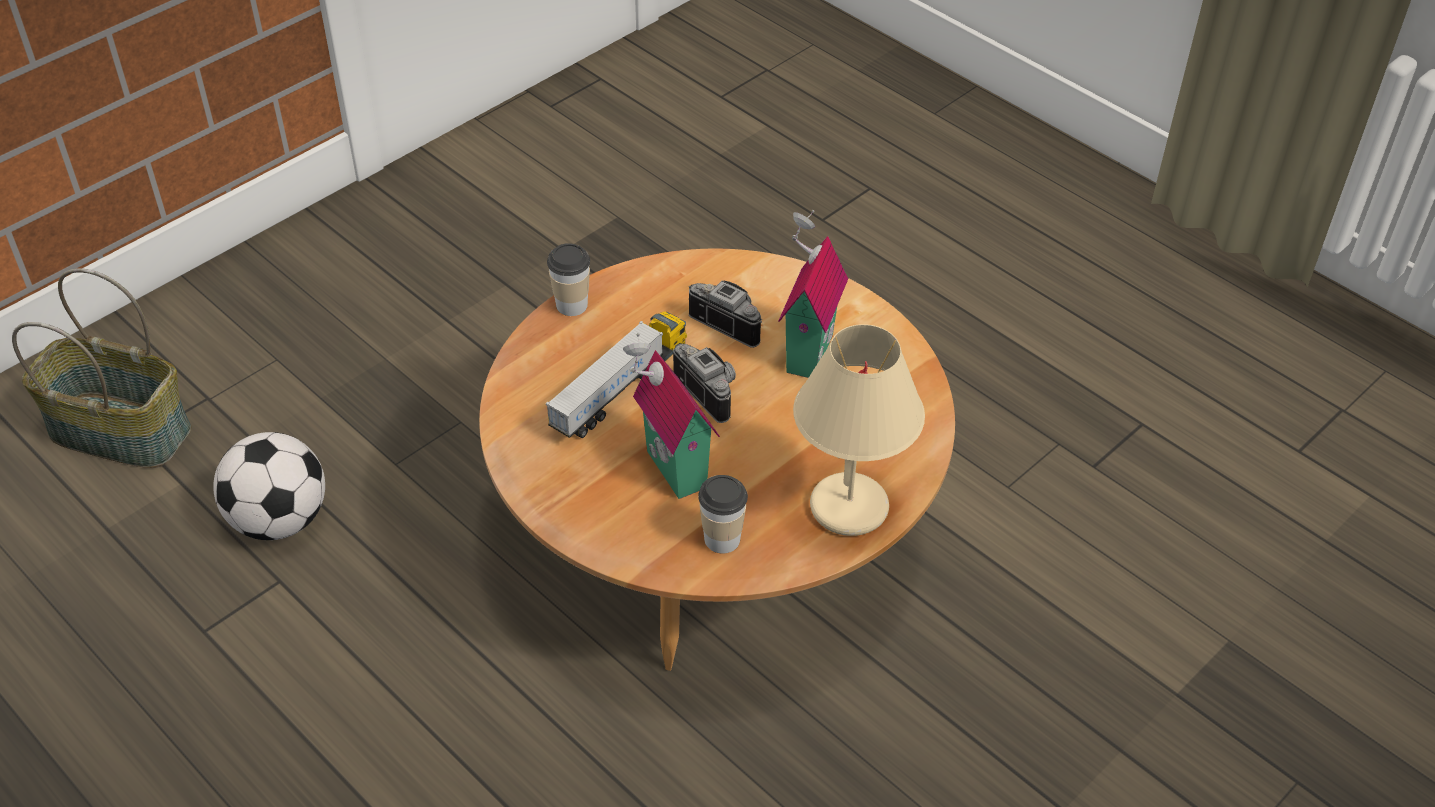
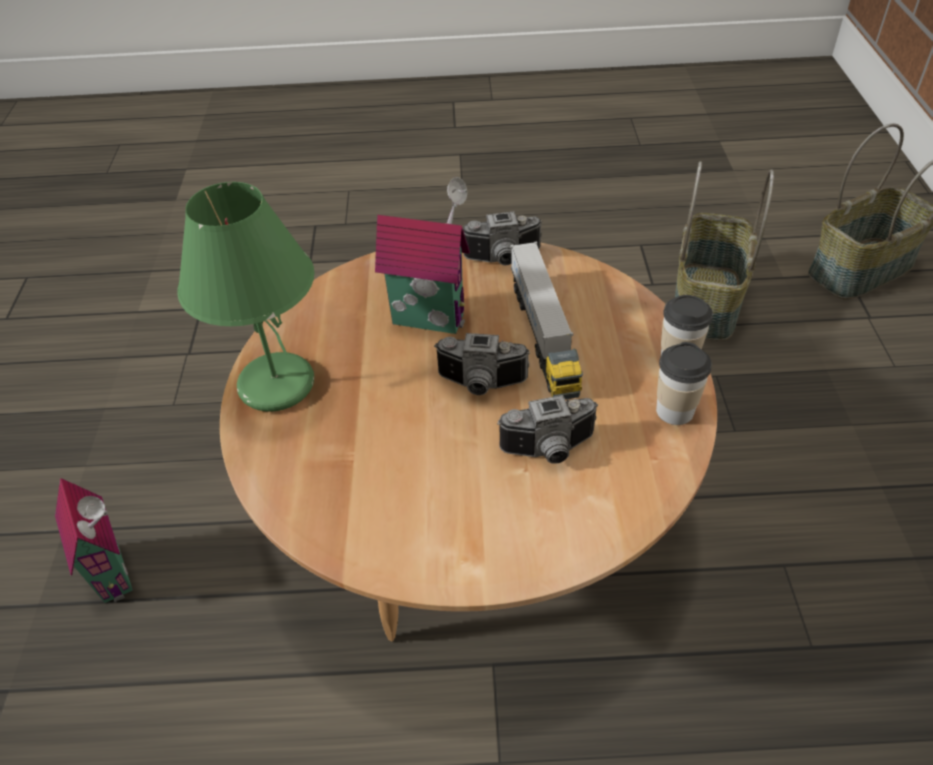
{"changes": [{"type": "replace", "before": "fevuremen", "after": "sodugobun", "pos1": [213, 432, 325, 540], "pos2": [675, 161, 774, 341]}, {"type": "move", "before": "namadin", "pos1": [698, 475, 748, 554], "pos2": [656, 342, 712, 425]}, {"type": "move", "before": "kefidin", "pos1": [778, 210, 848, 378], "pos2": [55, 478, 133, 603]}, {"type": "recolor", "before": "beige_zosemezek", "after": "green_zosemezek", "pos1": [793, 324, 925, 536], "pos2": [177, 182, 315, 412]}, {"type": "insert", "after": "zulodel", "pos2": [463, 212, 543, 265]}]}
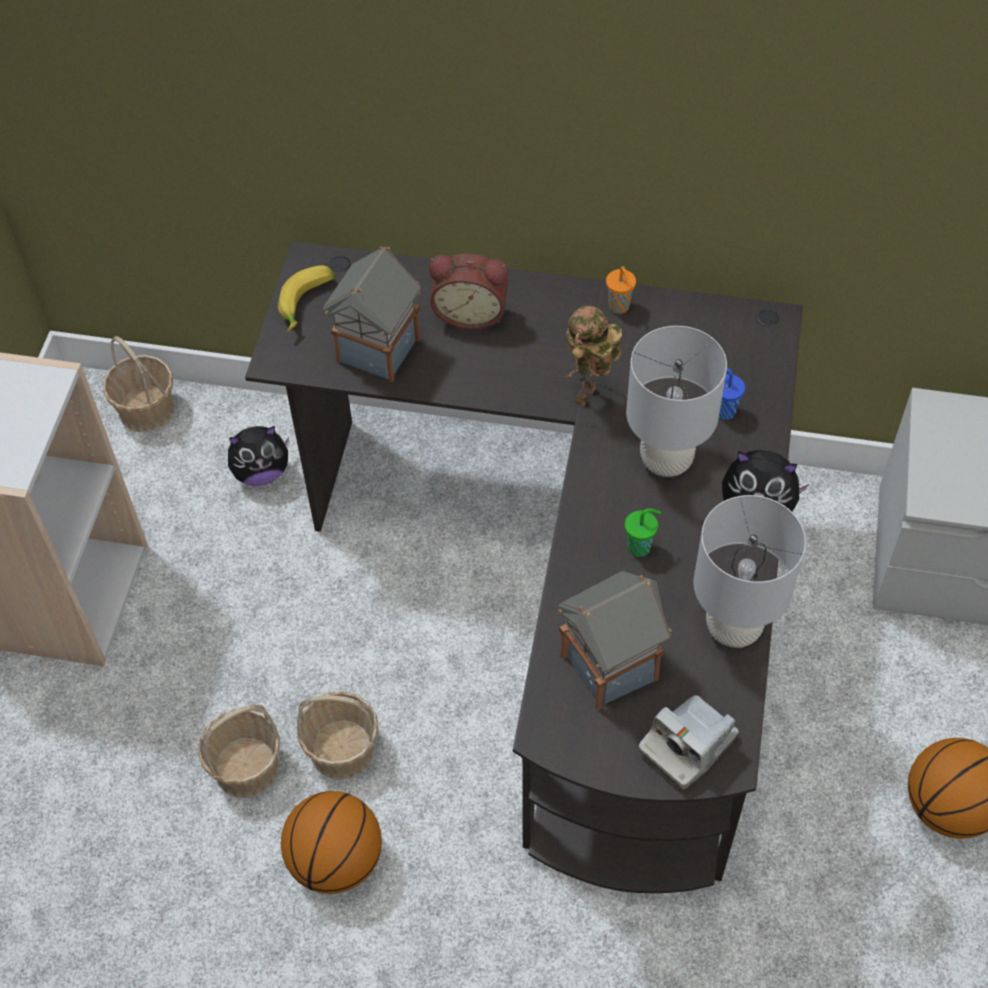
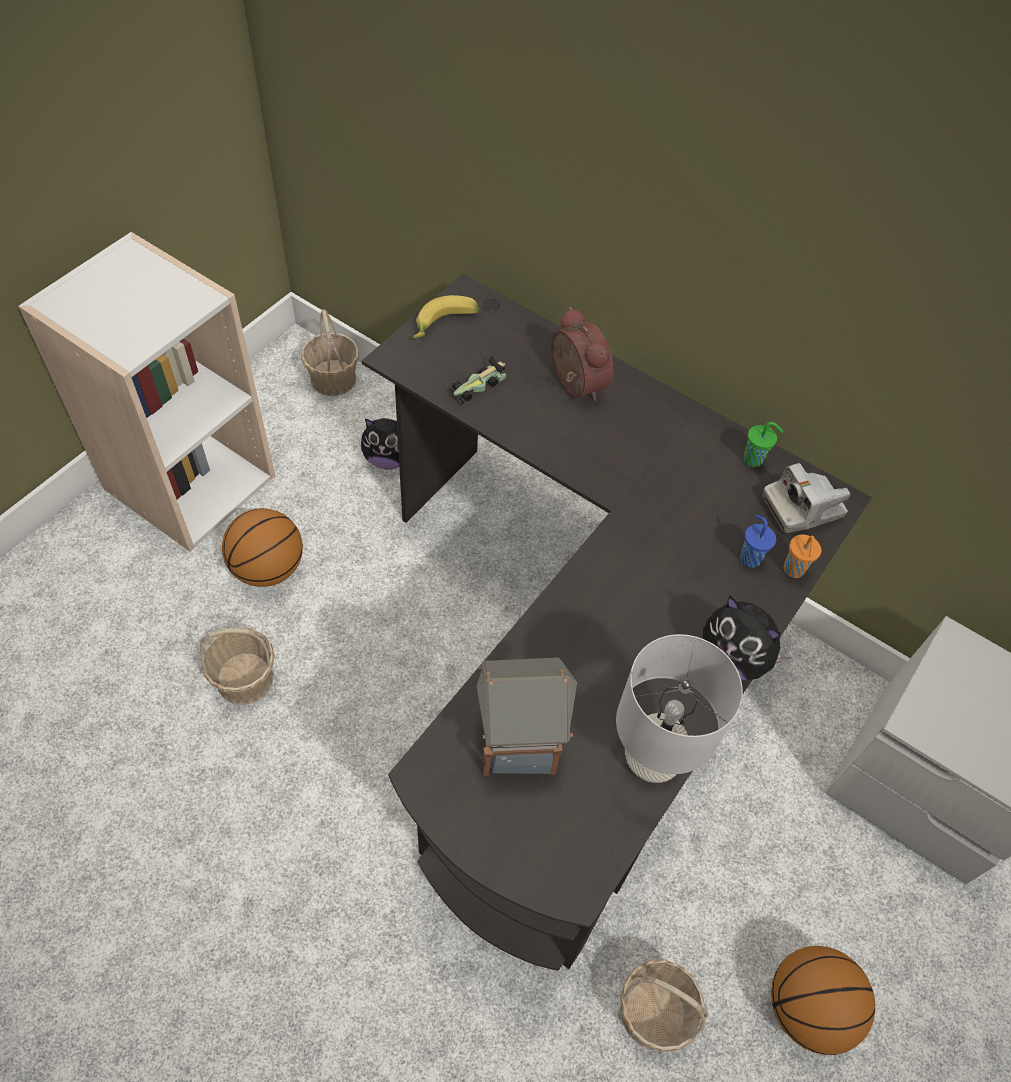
{"changes": [{"type": "move", "before": "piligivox", "pos1": [281, 791, 382, 894], "pos2": [222, 508, 303, 587]}, {"type": "move", "before": "sodugobun", "pos1": [297, 691, 378, 780], "pos2": [620, 959, 708, 1052]}, {"type": "replace", "before": "kefidin", "after": "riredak", "pos1": [323, 246, 421, 383], "pos2": [446, 355, 506, 406]}, {"type": "rotate", "before": "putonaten", "pos1": [429, 254, 508, 330], "pos2": [551, 307, 614, 401], "turn": -150}, {"type": "delete", "before": "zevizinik", "pos1": [566, 306, 622, 407]}, {"type": "move", "before": "orange_namadin", "pos1": [606, 267, 636, 314], "pos2": [783, 535, 821, 578]}, {"type": "move", "before": "green_namadin", "pos1": [625, 508, 661, 557], "pos2": [743, 422, 783, 467]}, {"type": "delete", "before": "grey_zosemezek", "pos1": [626, 326, 727, 477]}, {"type": "move", "before": "zulodel", "pos1": [638, 695, 739, 790], "pos2": [762, 463, 850, 533]}]}
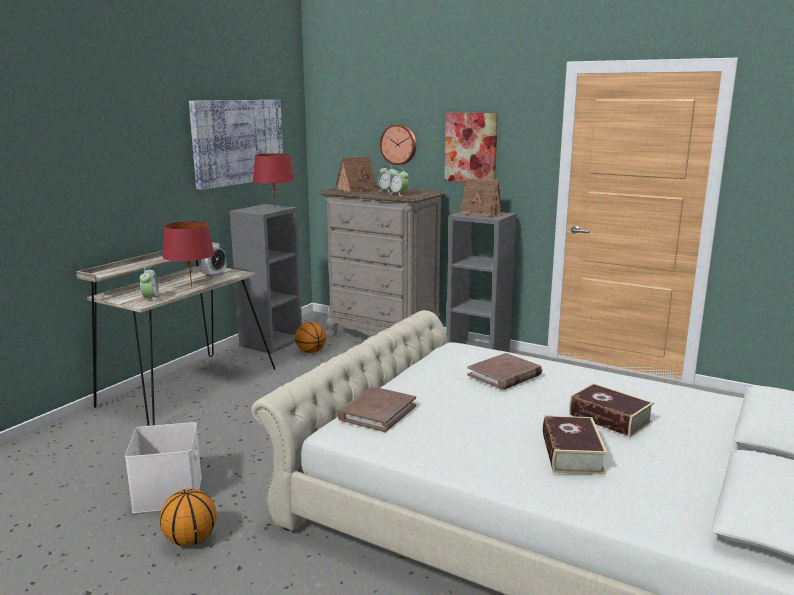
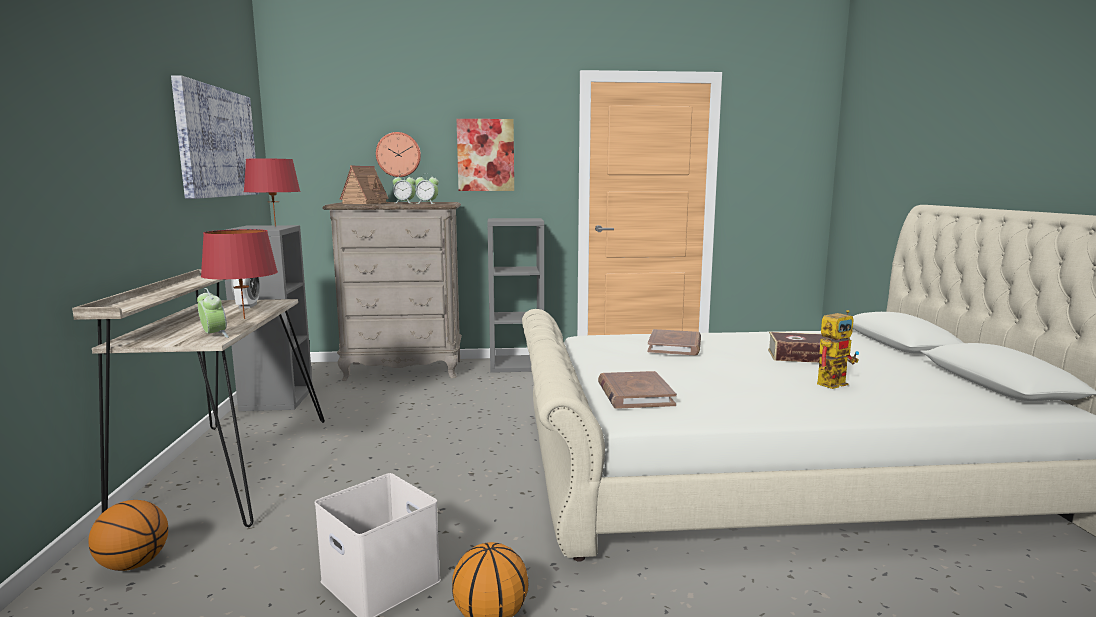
{"changes": [{"type": "move", "before": "piligivox", "pos1": [295, 322, 326, 353], "pos2": [88, 500, 168, 571]}, {"type": "delete", "before": "kefidin", "pos1": [460, 178, 507, 217]}, {"type": "replace", "before": "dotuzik", "after": "zevizinik", "pos1": [543, 416, 608, 475], "pos2": [817, 310, 859, 389]}]}
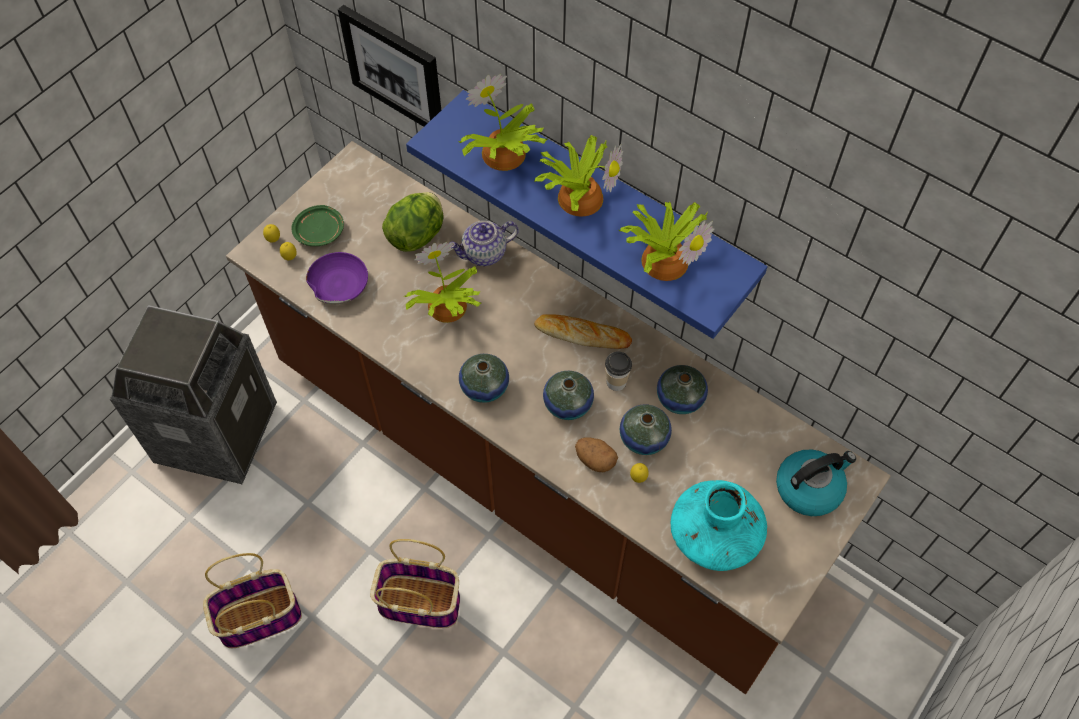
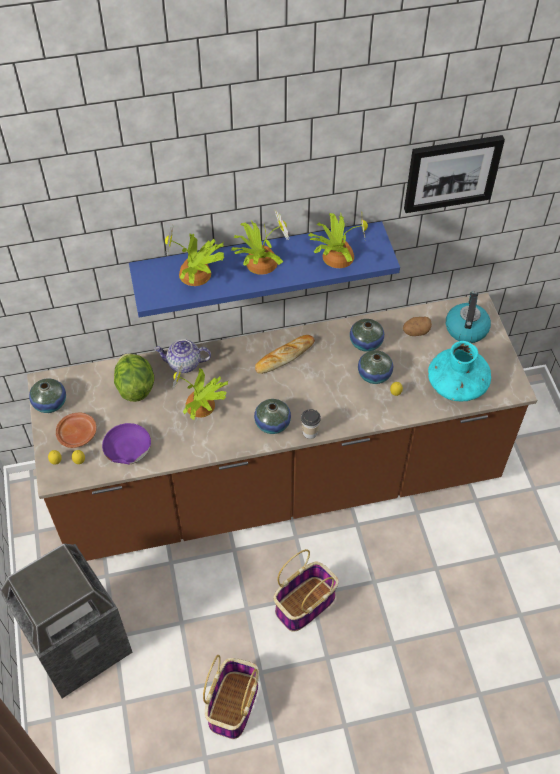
{"changes": [{"type": "recolor", "before": "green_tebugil", "after": "brown_tebugil", "pos1": [291, 205, 344, 246], "pos2": [56, 413, 97, 448]}, {"type": "move", "before": "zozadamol", "pos1": [338, 5, 441, 127], "pos2": [404, 135, 505, 213]}, {"type": "rotate", "before": "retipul", "pos1": [448, 221, 519, 266], "pos2": [154, 339, 211, 373], "turn": 75}, {"type": "move", "before": "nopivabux", "pos1": [543, 371, 594, 420], "pos2": [29, 378, 66, 413]}, {"type": "move", "before": "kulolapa", "pos1": [575, 437, 618, 472], "pos2": [403, 317, 432, 336]}, {"type": "move", "before": "namadin", "pos1": [605, 352, 632, 391], "pos2": [301, 409, 321, 439]}]}
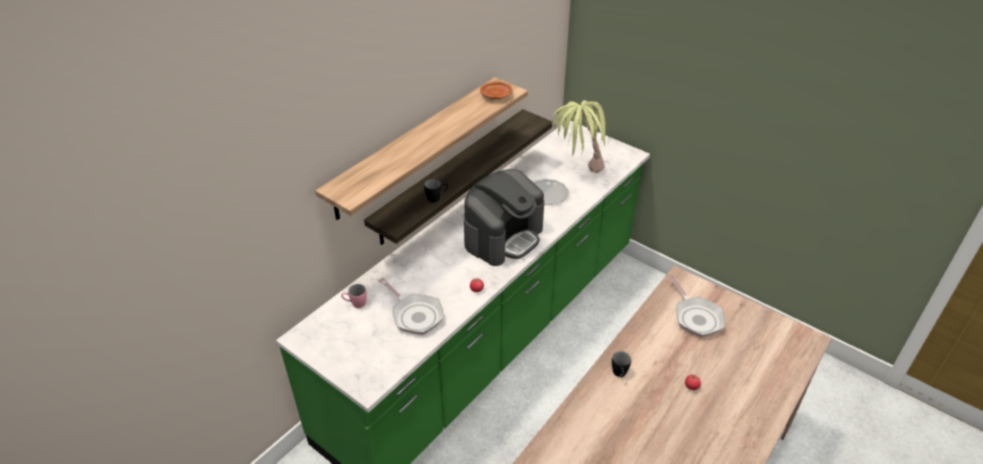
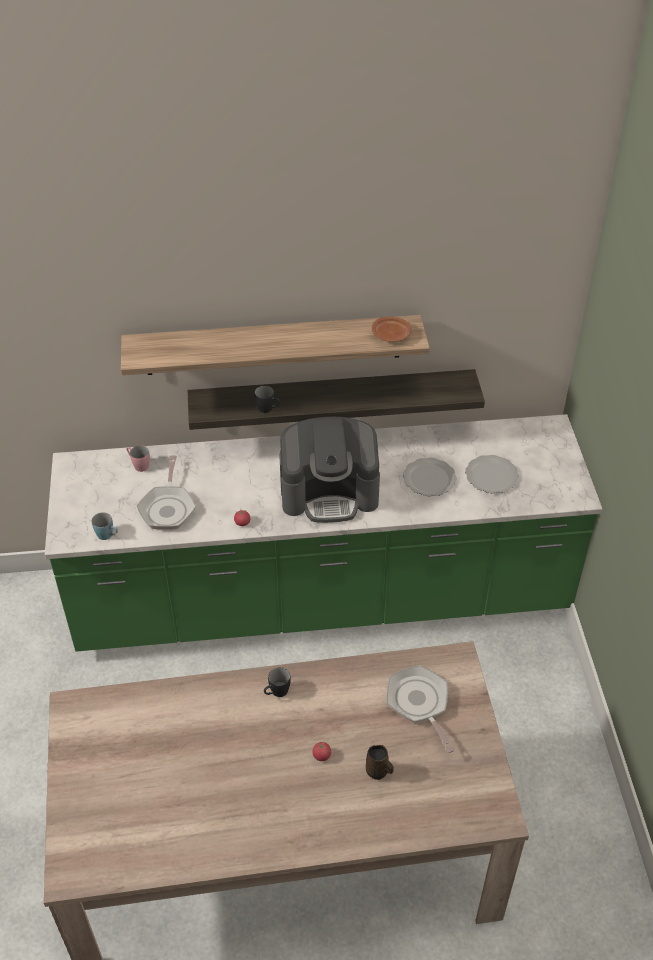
{"changes": [{"type": "replace", "before": "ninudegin", "after": "tebugil", "pos1": [551, 100, 608, 173], "pos2": [465, 455, 519, 493]}, {"type": "rotate", "before": "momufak", "pos1": [667, 274, 725, 337], "pos2": [387, 665, 455, 753], "turn": 135}, {"type": "insert", "after": "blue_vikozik", "pos2": [92, 512, 118, 540]}, {"type": "insert", "after": "brown_vikozik", "pos2": [366, 745, 394, 780]}]}
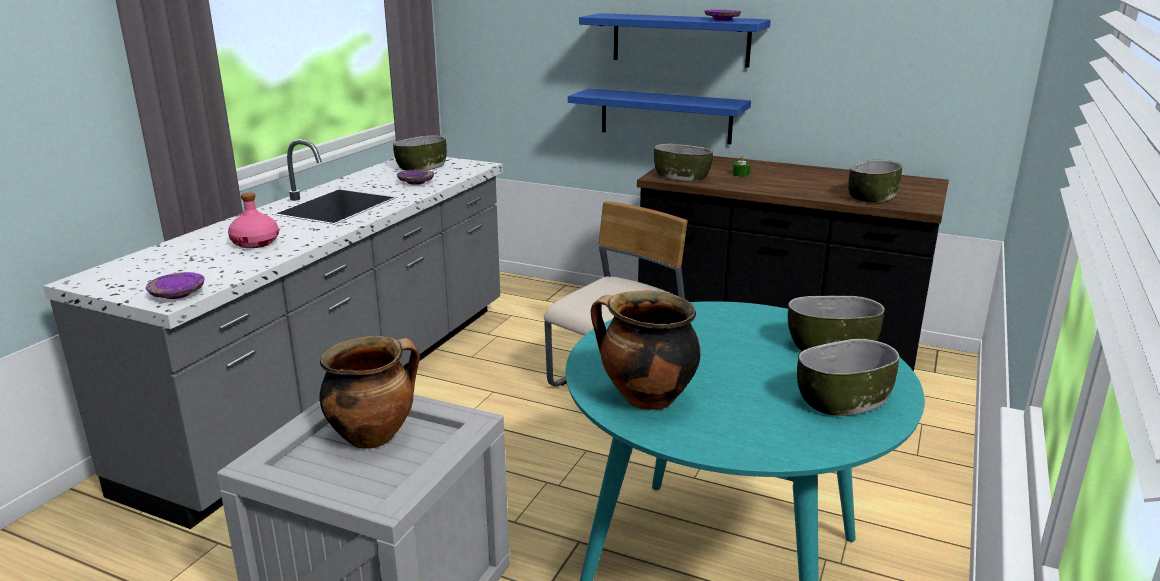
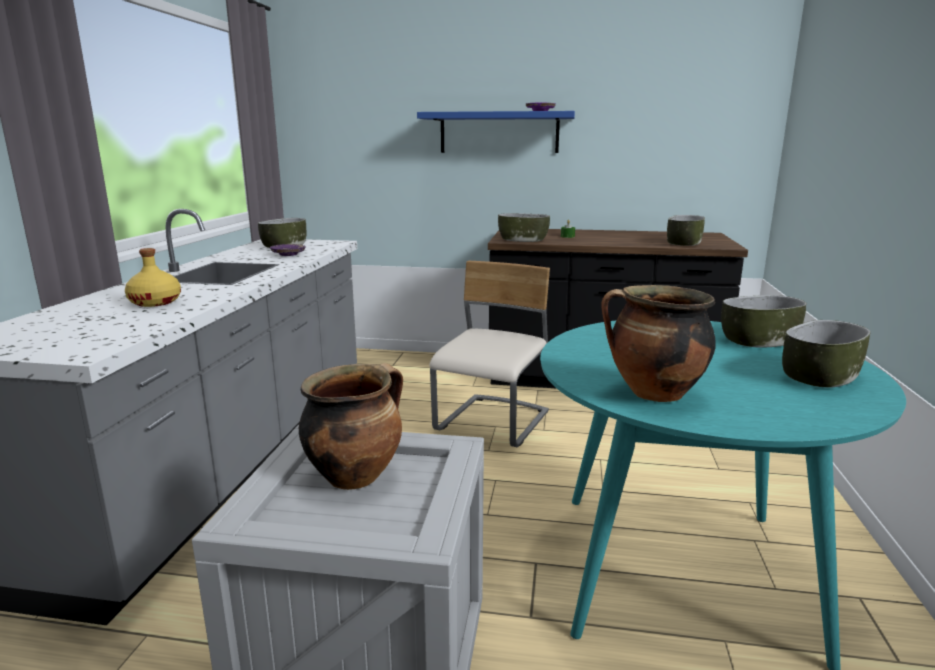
{"changes": [{"type": "delete", "before": "purple_tebugil", "pos1": [146, 272, 205, 299]}, {"type": "recolor", "before": "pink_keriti", "after": "yellow_keriti", "pos1": [228, 192, 279, 248], "pos2": [125, 248, 181, 307]}, {"type": "delete", "before": "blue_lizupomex", "pos1": [568, 88, 751, 144]}]}
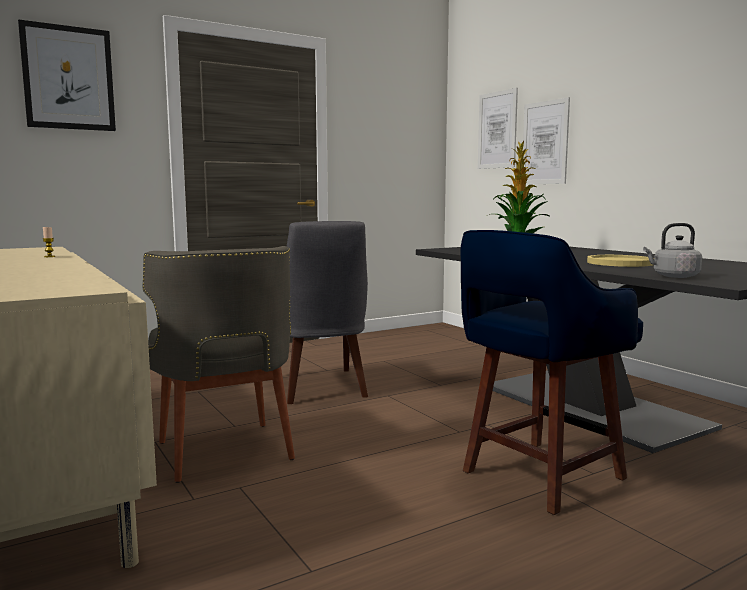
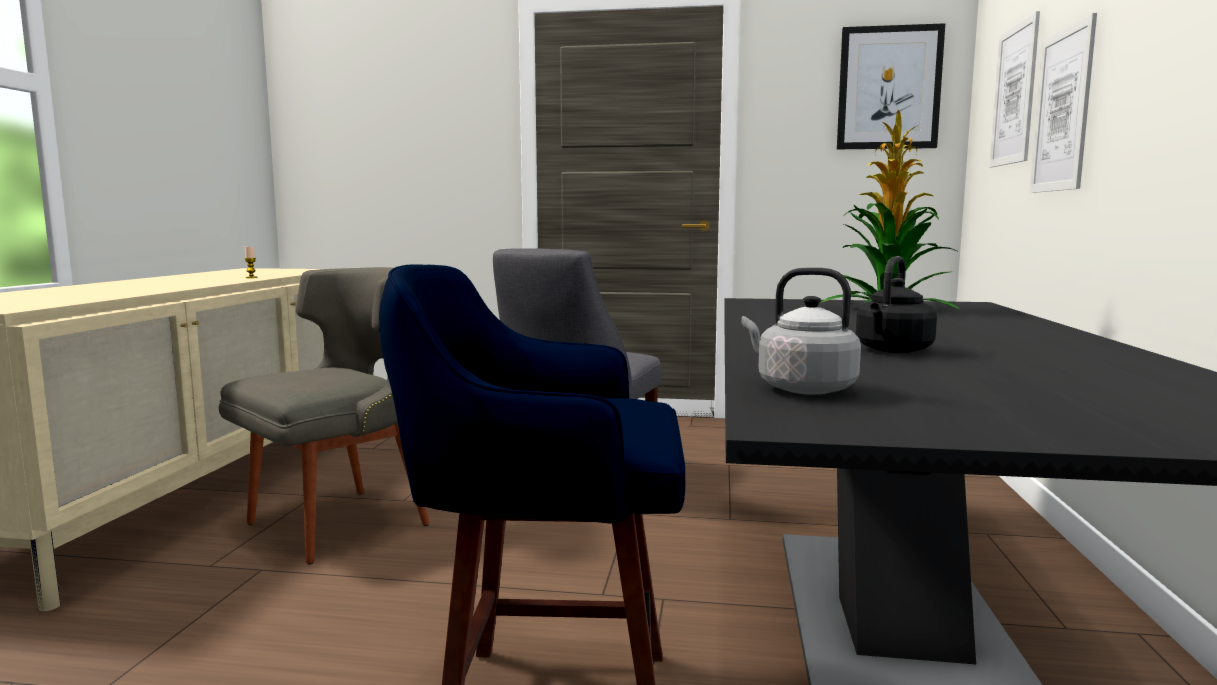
{"changes": [{"type": "move", "before": "zozadamol", "pos1": [18, 19, 116, 131], "pos2": [837, 23, 945, 149]}, {"type": "rotate", "before": "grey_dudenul", "pos1": [143, 246, 295, 483], "pos2": [219, 267, 430, 565], "turn": -150}, {"type": "replace", "before": "yellow_tebugil", "after": "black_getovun", "pos1": [587, 255, 653, 267], "pos2": [856, 256, 937, 353]}]}
